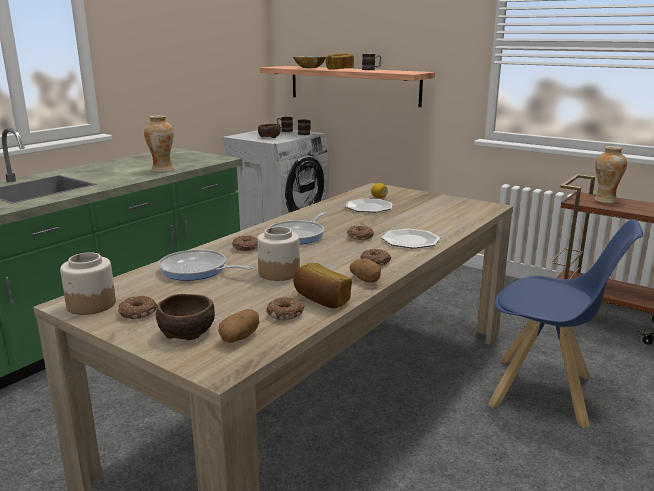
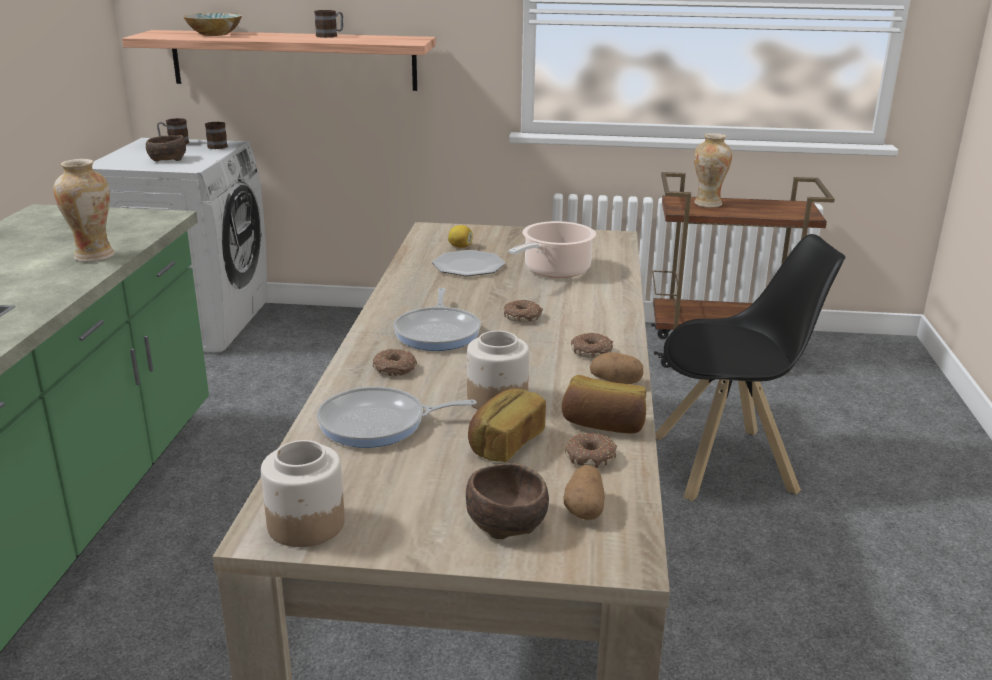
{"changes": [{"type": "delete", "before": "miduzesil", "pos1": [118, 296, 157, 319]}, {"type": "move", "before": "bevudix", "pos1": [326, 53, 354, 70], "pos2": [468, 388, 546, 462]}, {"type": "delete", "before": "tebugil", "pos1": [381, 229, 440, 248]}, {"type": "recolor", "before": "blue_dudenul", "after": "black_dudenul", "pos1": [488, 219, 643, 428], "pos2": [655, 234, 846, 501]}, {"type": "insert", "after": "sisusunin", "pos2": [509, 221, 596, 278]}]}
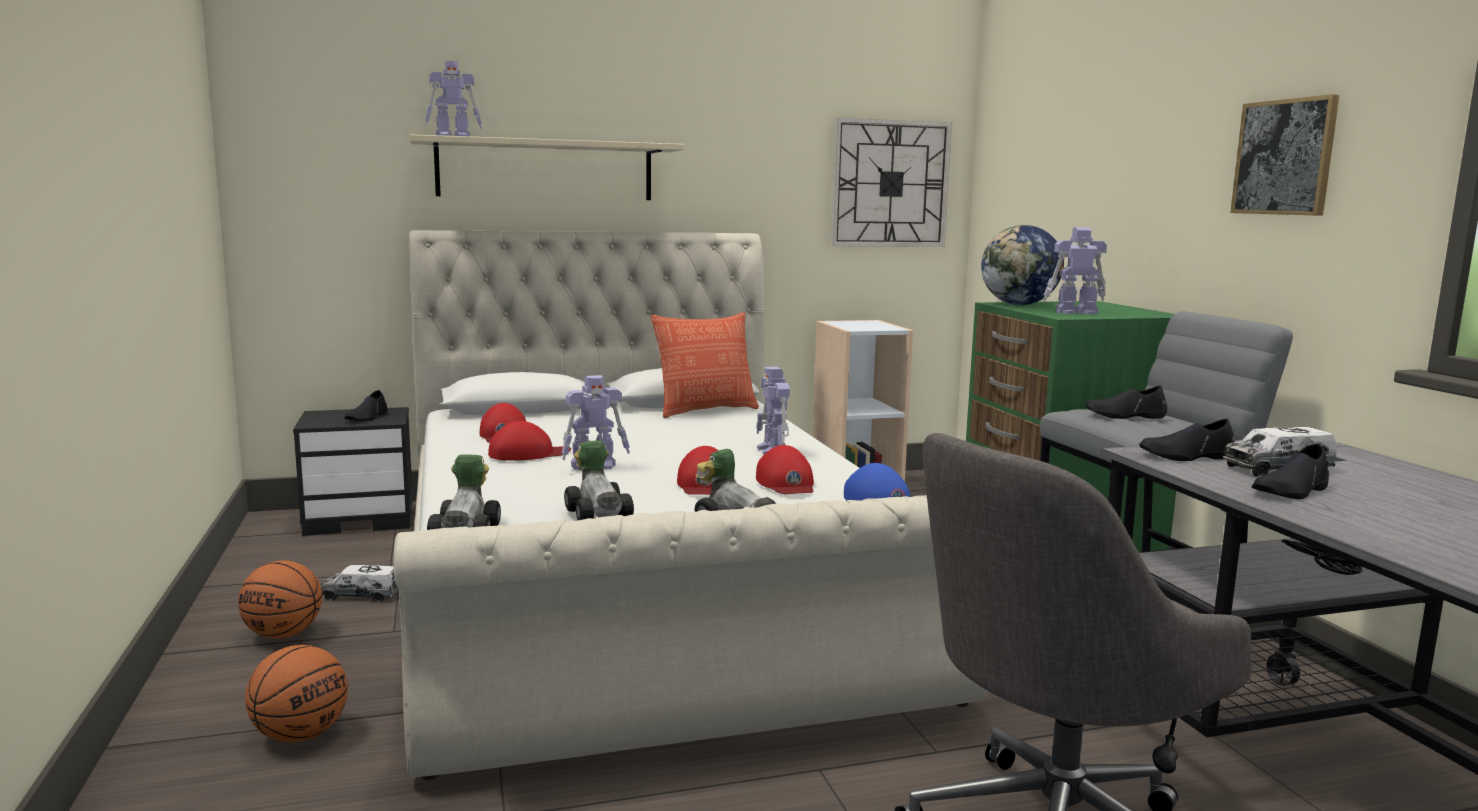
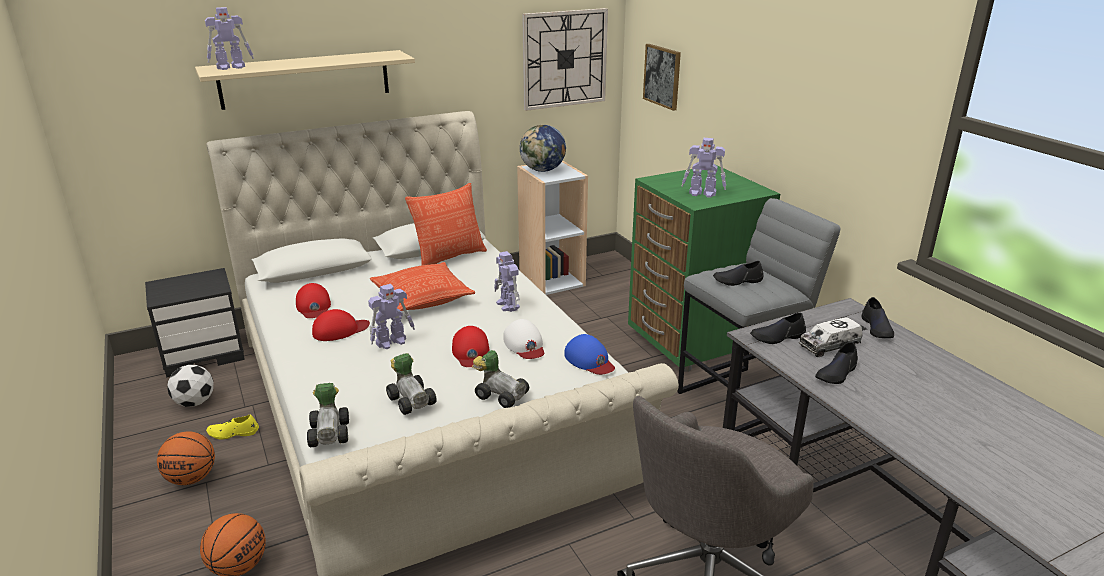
{"changes": [{"type": "replace", "before": "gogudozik", "after": "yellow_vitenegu", "pos1": [321, 565, 399, 602], "pos2": [206, 414, 259, 440]}, {"type": "move", "before": "black_vitenegu", "pos1": [345, 390, 387, 421], "pos2": [861, 297, 894, 338]}, {"type": "recolor", "before": "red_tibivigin", "after": "white_tibivigin", "pos1": [756, 445, 814, 494], "pos2": [503, 319, 544, 359]}, {"type": "move", "before": "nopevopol", "pos1": [981, 225, 1064, 305], "pos2": [520, 125, 566, 172]}, {"type": "rotate", "before": "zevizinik", "pos1": [1043, 227, 1107, 314], "pos2": [682, 138, 726, 198], "turn": -150}, {"type": "move", "before": "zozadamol", "pos1": [1230, 94, 1340, 216], "pos2": [643, 44, 681, 111]}, {"type": "insert", "after": "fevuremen", "pos2": [167, 365, 214, 407]}, {"type": "insert", "after": "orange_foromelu", "pos2": [370, 262, 475, 311]}]}
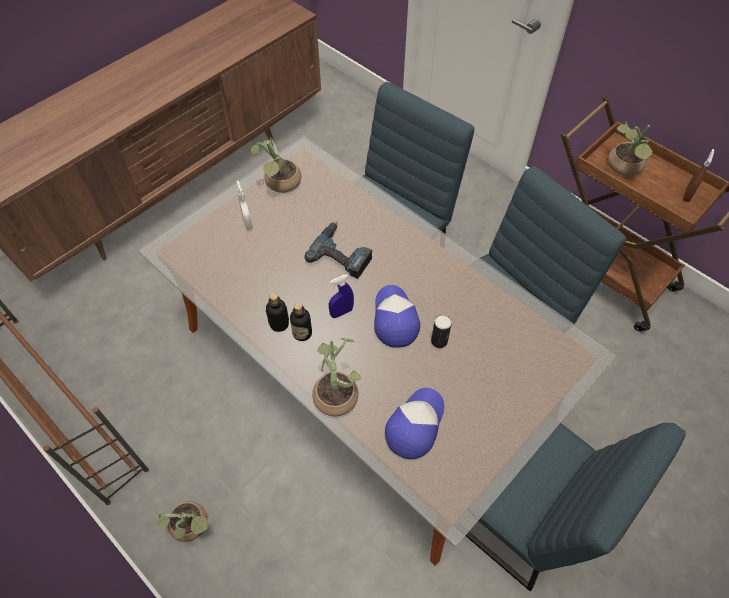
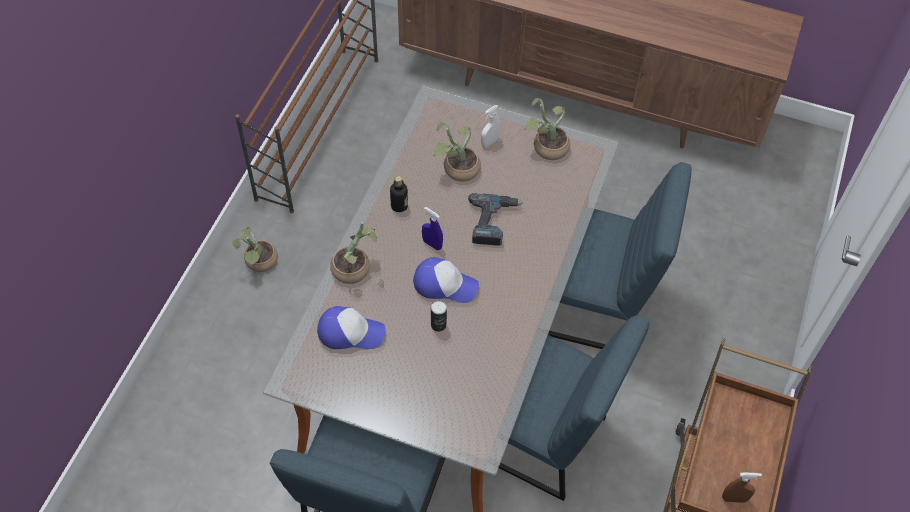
{"changes": [{"type": "delete", "before": "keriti", "pos1": [290, 303, 312, 341]}, {"type": "rotate", "before": "tibivigin", "pos1": [374, 285, 420, 348], "pos2": [413, 257, 479, 303], "turn": 45}, {"type": "move", "before": "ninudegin", "pos1": [608, 121, 652, 176], "pos2": [433, 122, 481, 182]}]}
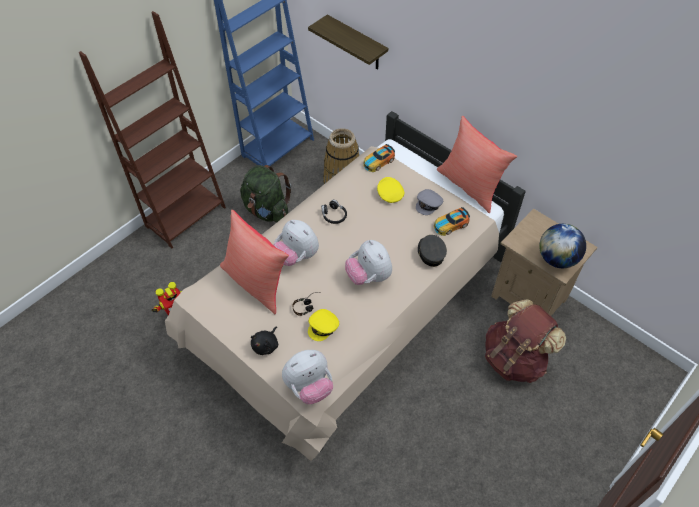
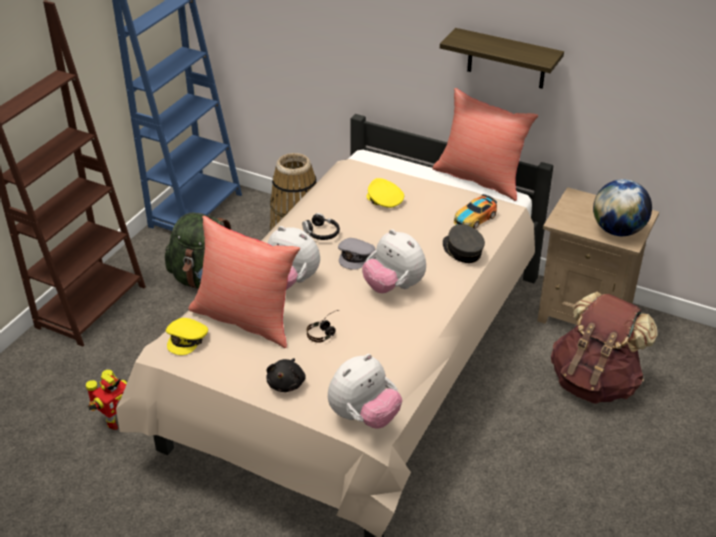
{"changes": [{"type": "move", "before": "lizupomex", "pos1": [308, 15, 388, 70], "pos2": [440, 28, 564, 89]}, {"type": "move", "before": "yellow_tibivigin", "pos1": [308, 309, 339, 341], "pos2": [166, 318, 208, 355]}, {"type": "delete", "before": "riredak", "pos1": [363, 144, 395, 172]}, {"type": "move", "before": "grey_tibivigin", "pos1": [416, 189, 443, 215], "pos2": [338, 238, 375, 270]}]}
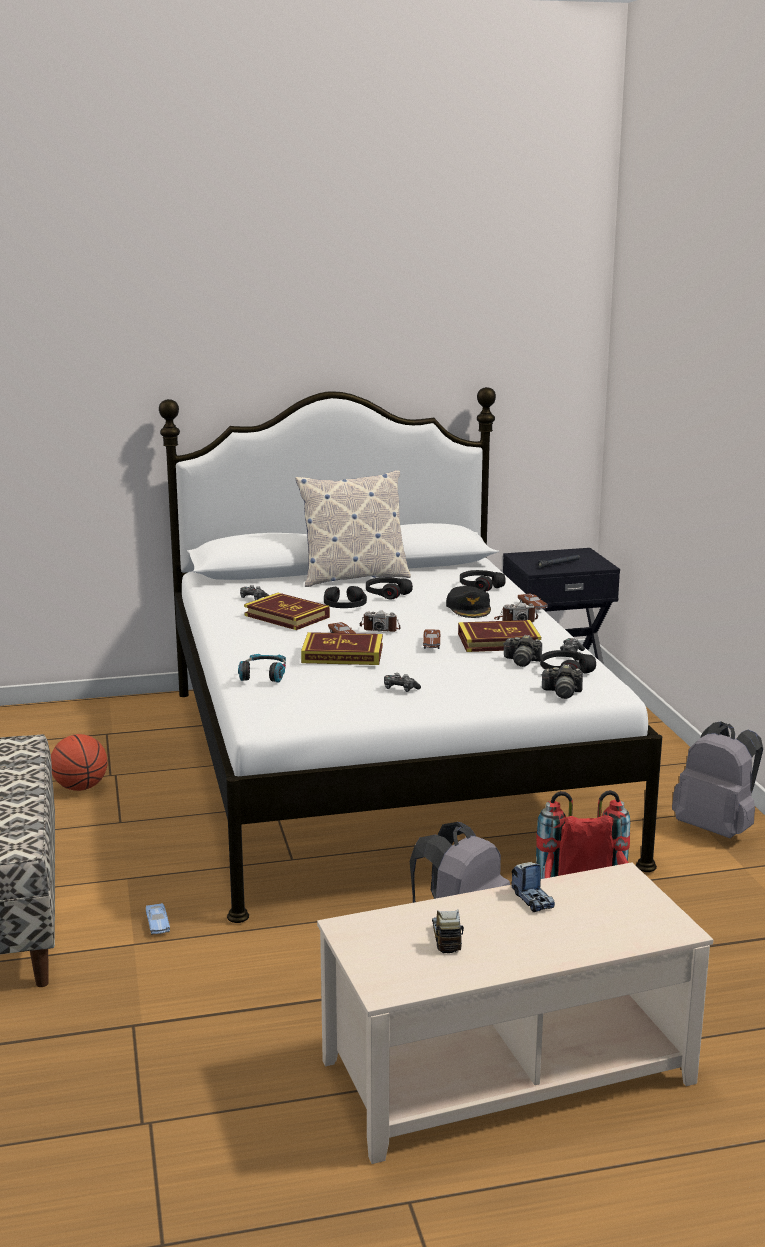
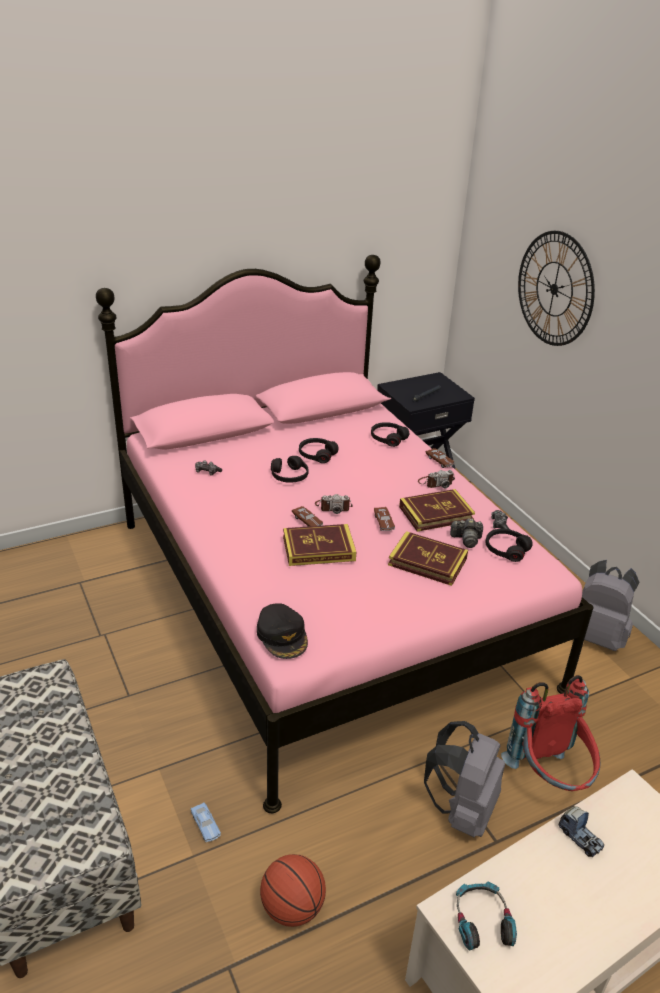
{"changes": [{"type": "move", "before": "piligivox", "pos1": [51, 734, 108, 791], "pos2": [260, 854, 326, 927]}, {"type": "recolor", "before": "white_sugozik", "after": "pink_sugozik", "pos1": [159, 387, 662, 923], "pos2": [96, 255, 594, 813]}, {"type": "move", "before": "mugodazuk", "pos1": [238, 654, 286, 683], "pos2": [456, 882, 517, 950]}, {"type": "move", "before": "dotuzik", "pos1": [244, 593, 330, 630], "pos2": [388, 531, 468, 586]}, {"type": "delete", "before": "foromelu", "pos1": [295, 470, 411, 587]}, {"type": "delete", "before": "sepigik", "pos1": [384, 673, 421, 692]}, {"type": "delete", "before": "gogudozik", "pos1": [432, 909, 464, 953]}, {"type": "move", "before": "black_tibivigin", "pos1": [446, 586, 491, 618], "pos2": [257, 603, 308, 659]}, {"type": "delete", "before": "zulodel", "pos1": [541, 664, 583, 699]}, {"type": "insert", "after": "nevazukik", "pos2": [518, 231, 595, 346]}]}
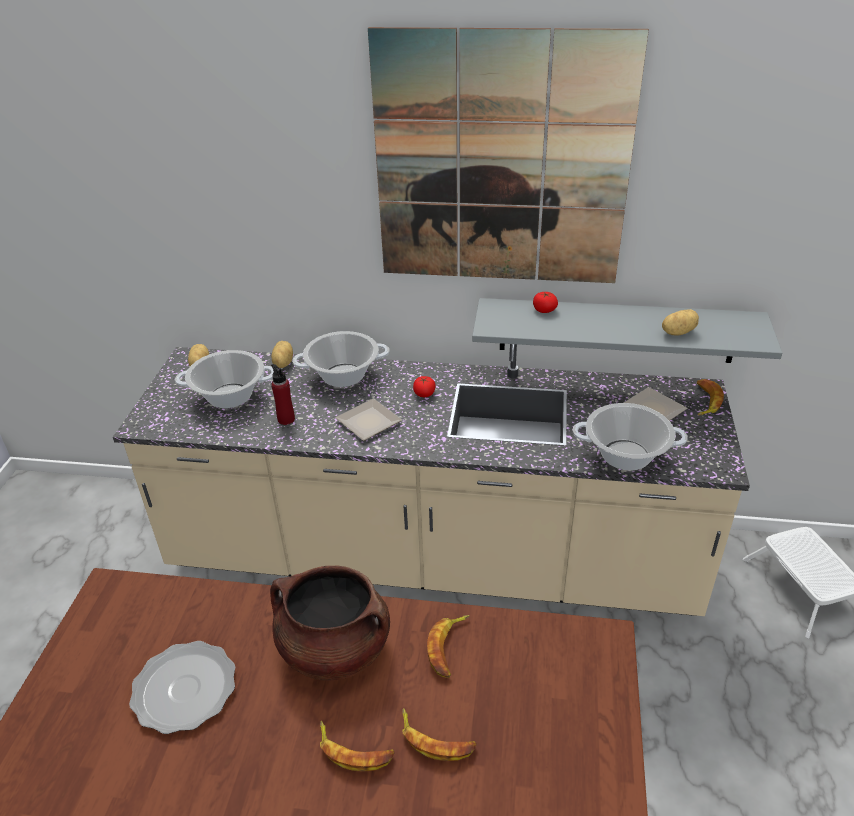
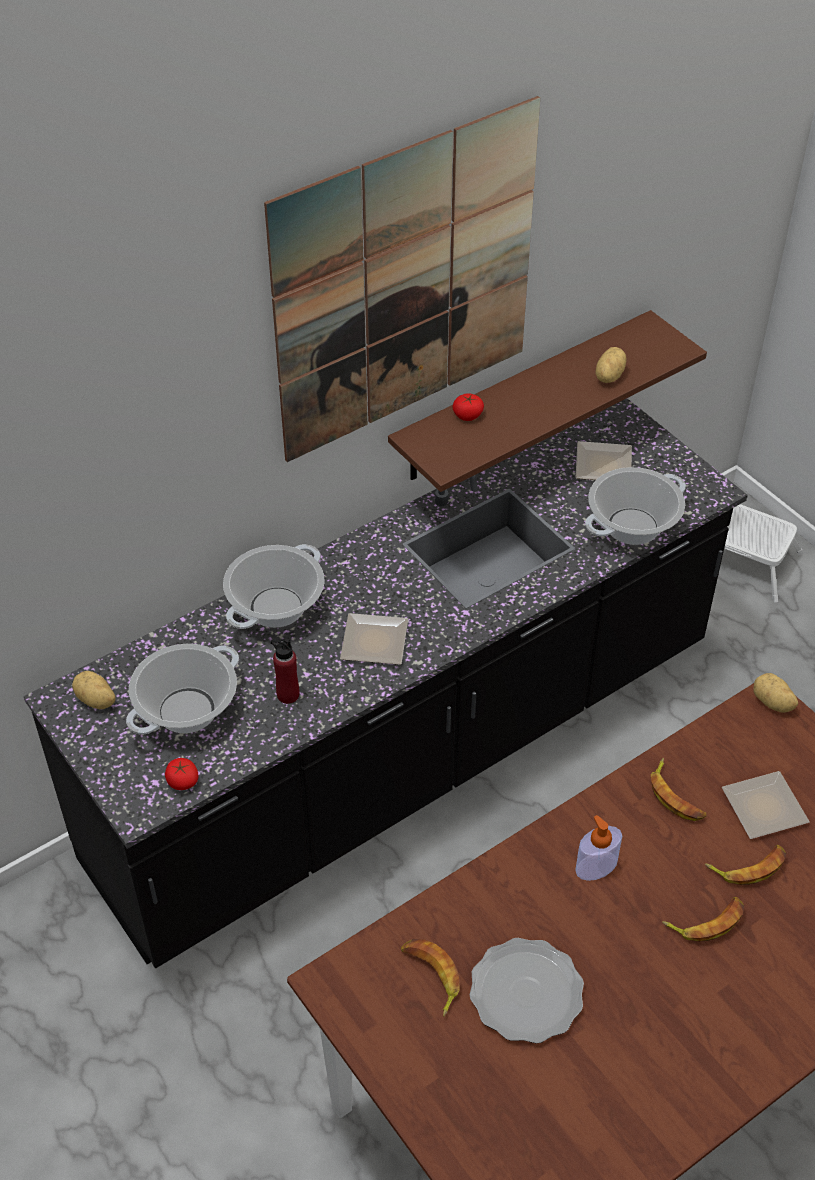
{"changes": [{"type": "recolor", "before": "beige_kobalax", "after": "black_kobalax", "pos1": [113, 344, 750, 616], "pos2": [24, 398, 748, 968]}, {"type": "replace", "before": "brown_sisusunin", "after": "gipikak", "pos1": [270, 565, 390, 681], "pos2": [575, 815, 622, 881]}, {"type": "move", "before": "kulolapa", "pos1": [271, 341, 293, 368], "pos2": [754, 673, 798, 713]}, {"type": "move", "before": "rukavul", "pos1": [413, 376, 436, 397], "pos2": [165, 758, 198, 790]}, {"type": "recolor", "before": "grey_lizupomex", "after": "brown_lizupomex", "pos1": [472, 298, 782, 363], "pos2": [388, 310, 707, 492]}, {"type": "move", "before": "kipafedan", "pos1": [697, 379, 724, 415], "pos2": [401, 939, 459, 1017]}, {"type": "insert", "after": "tebugil", "pos2": [722, 771, 810, 839]}]}
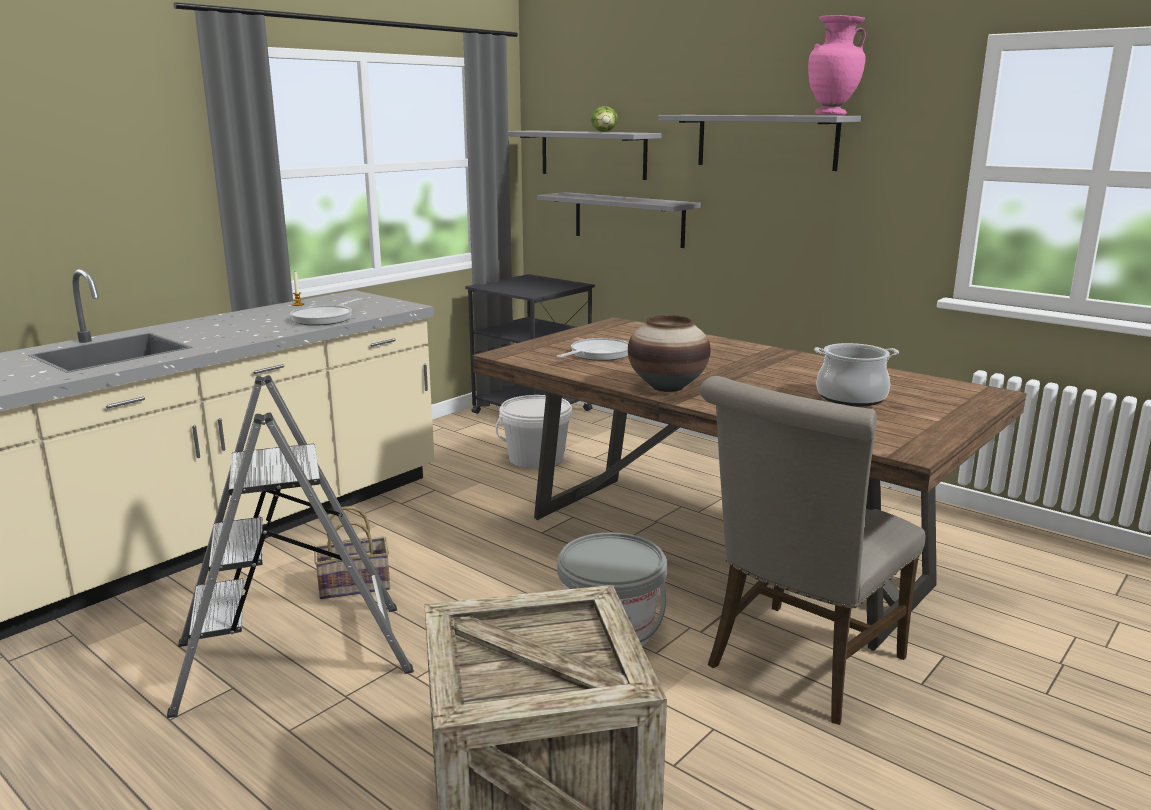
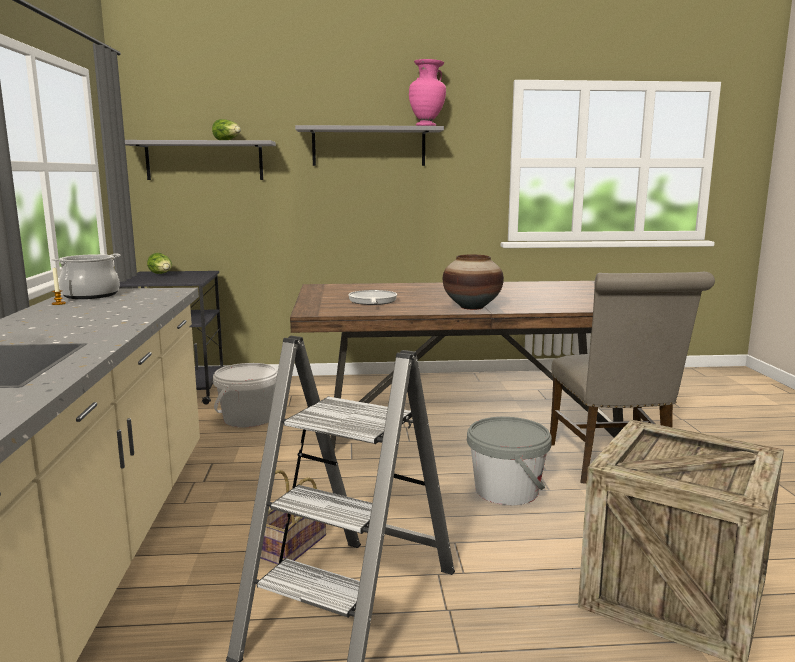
{"changes": [{"type": "delete", "before": "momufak", "pos1": [290, 298, 362, 326]}, {"type": "delete", "before": "grey_lizupomex", "pos1": [537, 192, 701, 248]}, {"type": "move", "before": "sisusunin", "pos1": [814, 343, 899, 406], "pos2": [51, 253, 120, 299]}, {"type": "insert", "after": "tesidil", "pos2": [147, 253, 172, 274]}]}
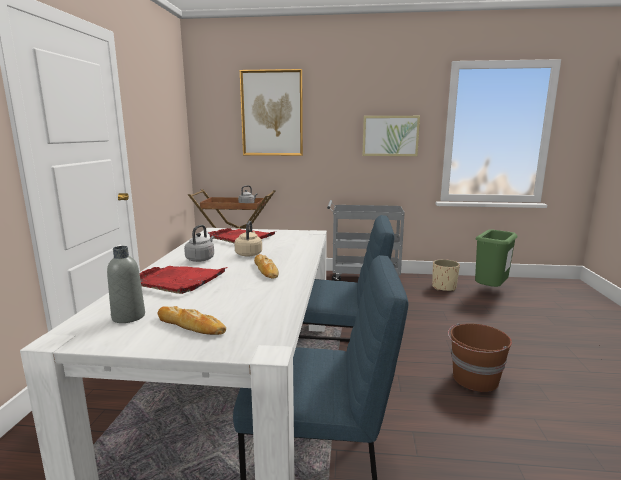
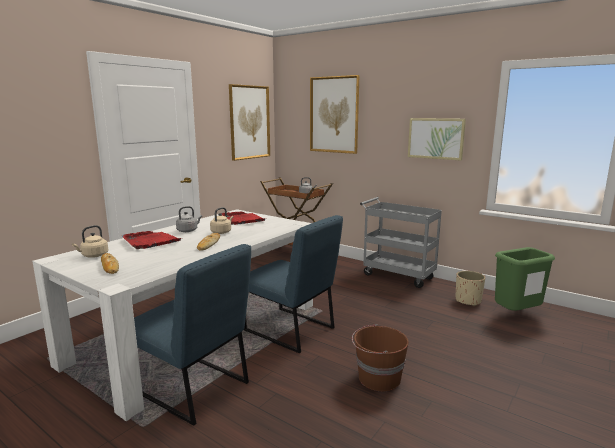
{"changes": [{"type": "replace", "before": "grey_keriti", "after": "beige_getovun", "pos1": [107, 246, 145, 323], "pos2": [72, 225, 108, 258]}, {"type": "insert", "after": "zozadamol", "pos2": [229, 84, 270, 161]}]}
